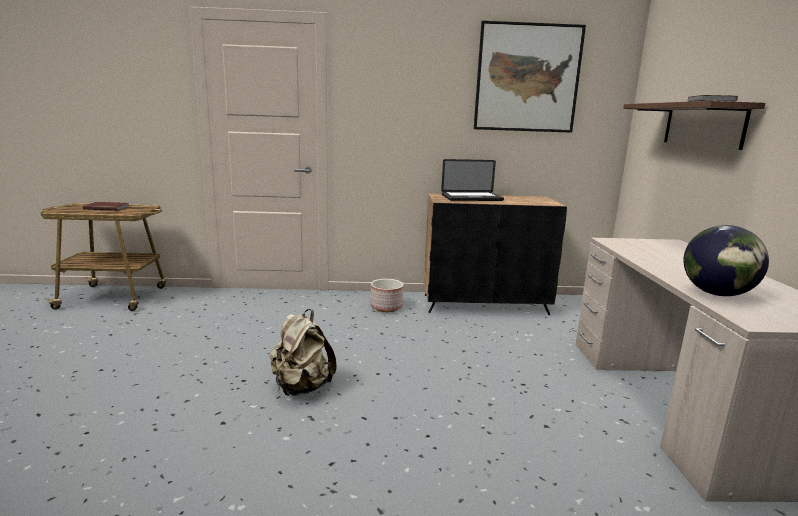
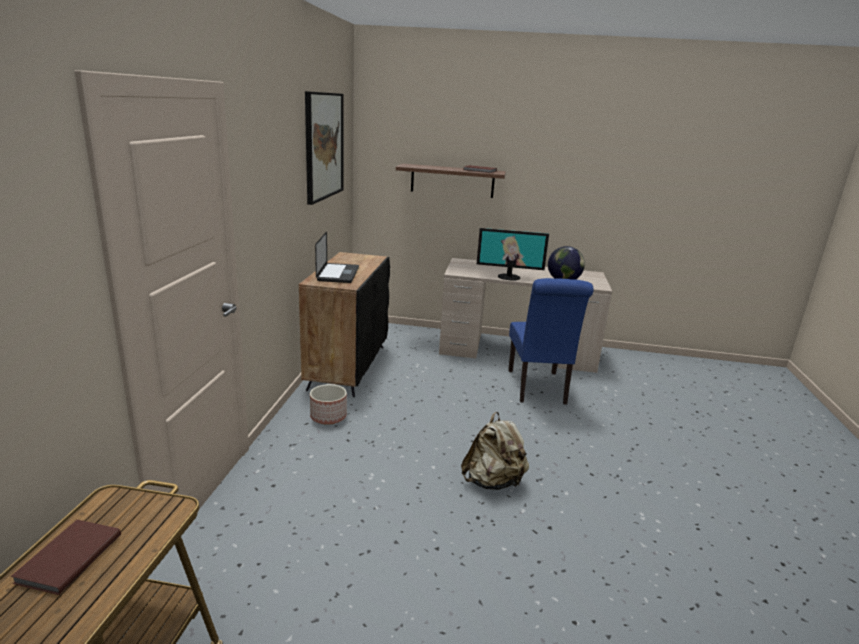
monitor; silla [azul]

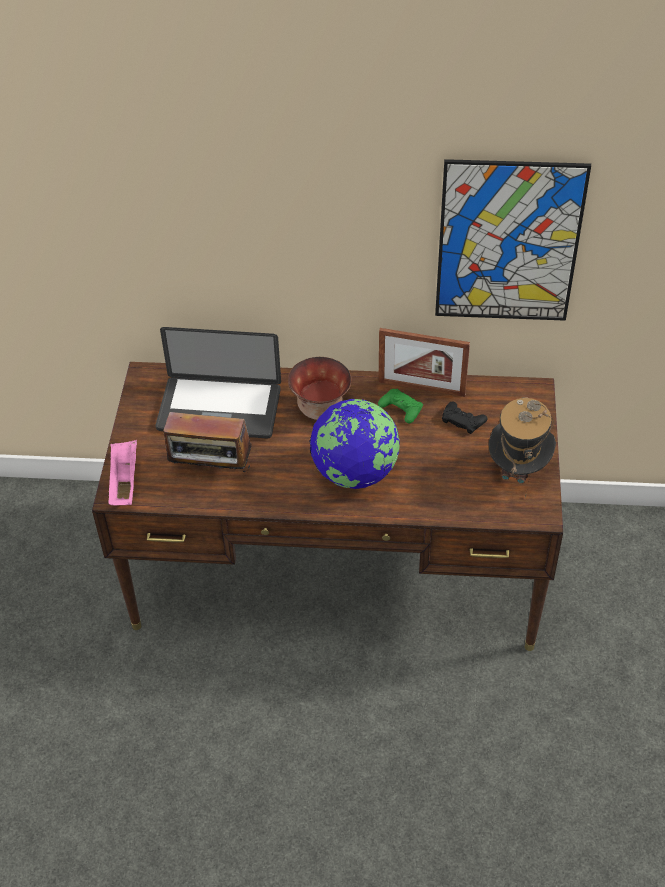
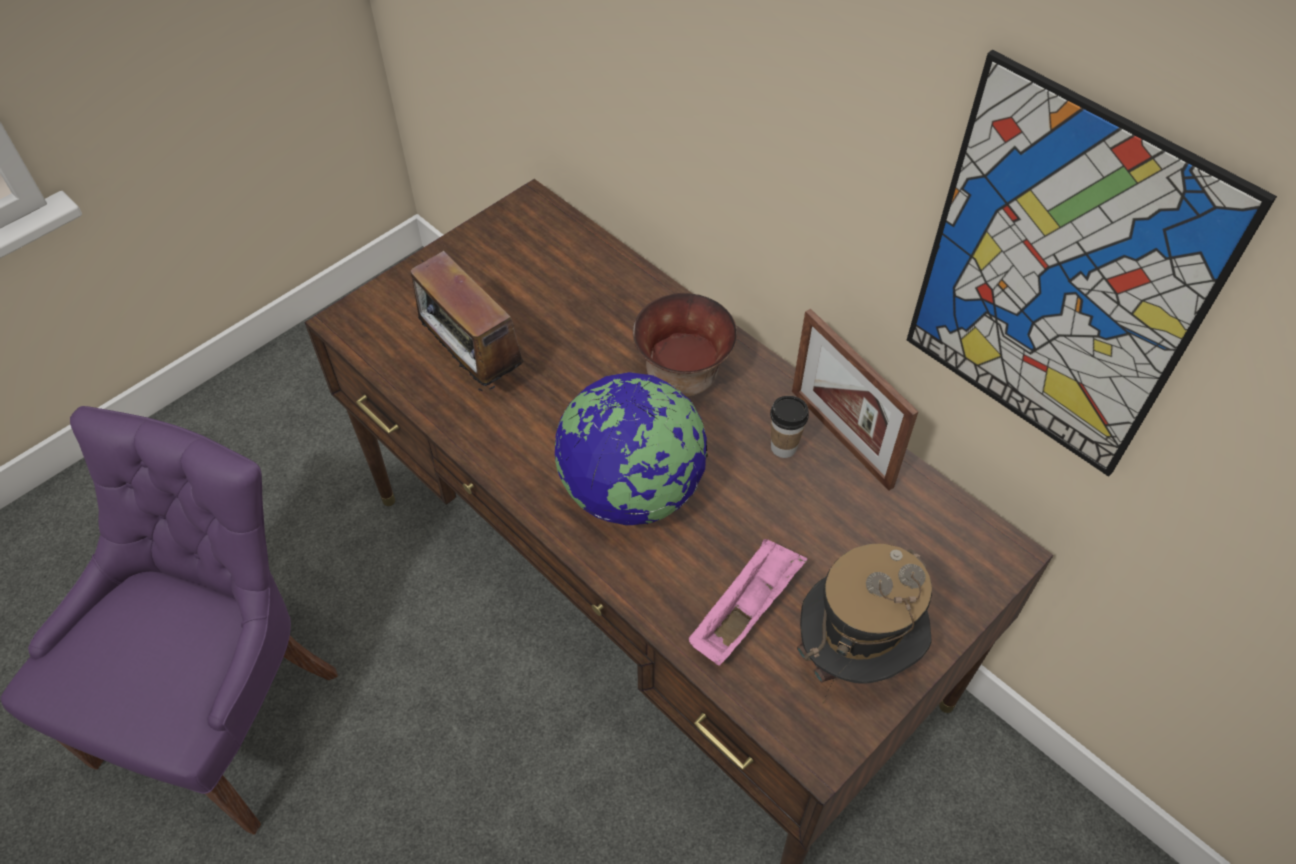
silla [morado]; bandeja [rosa]; taza; portátil; mando de consola [negro]

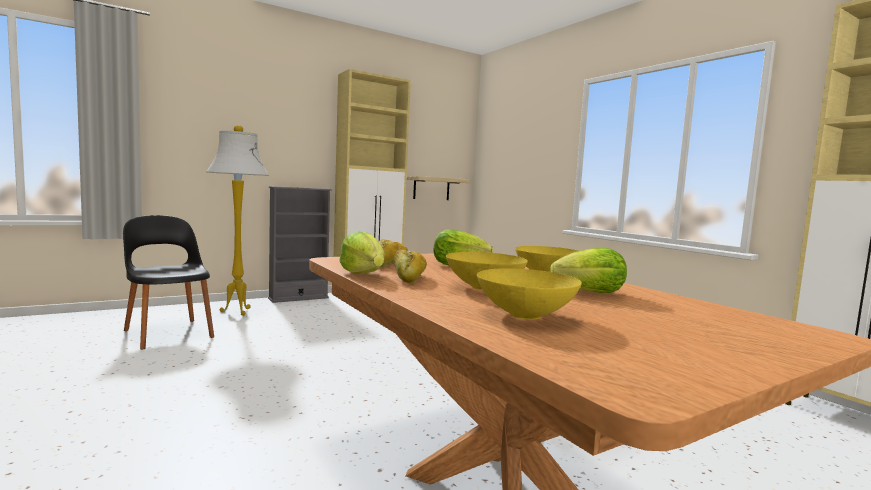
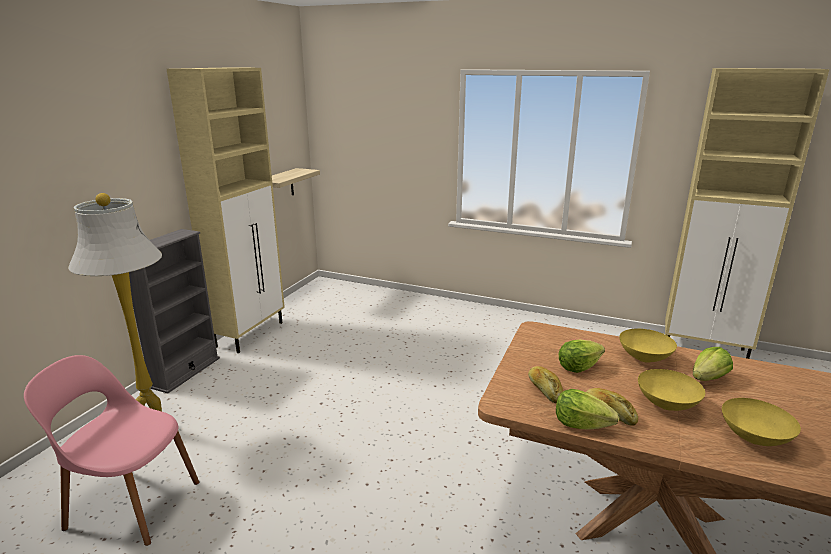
silla [rosa]

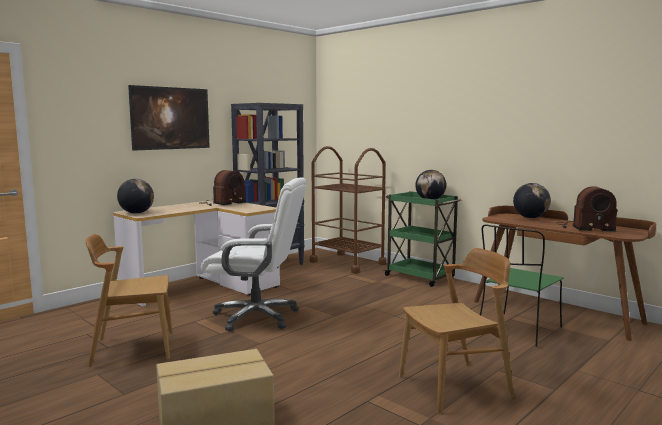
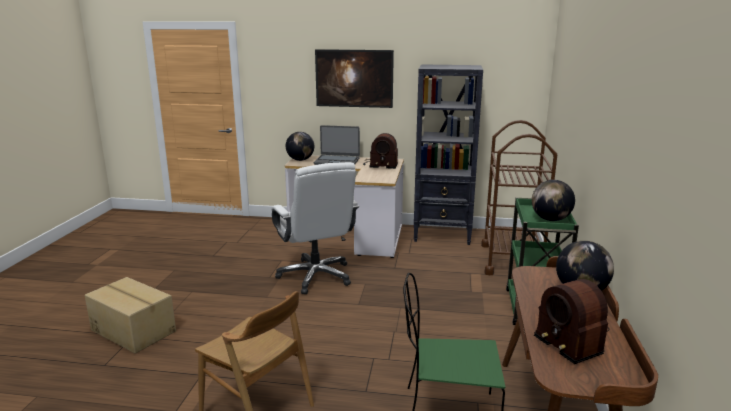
portátil; silla [marrón] (no. 1 from left in the first image)

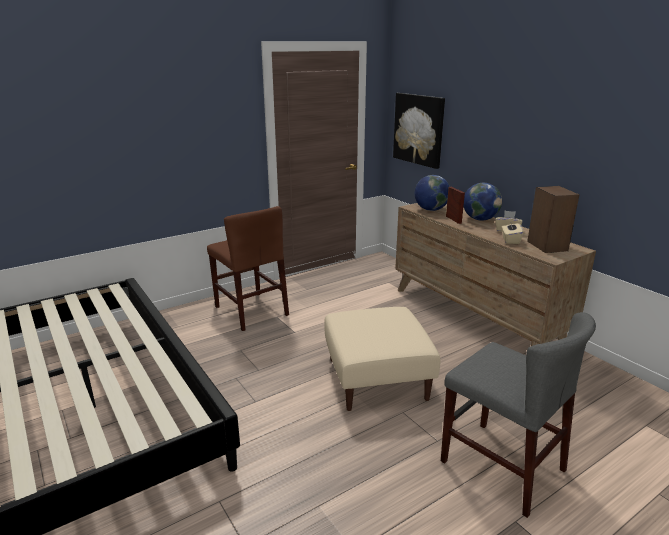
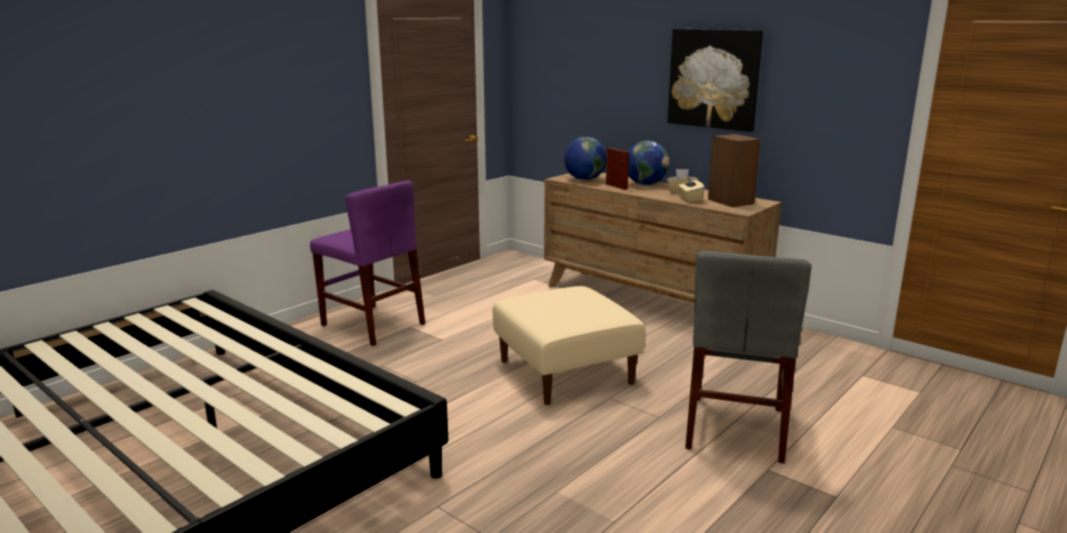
silla [morado]; cuadro; silla [gris]

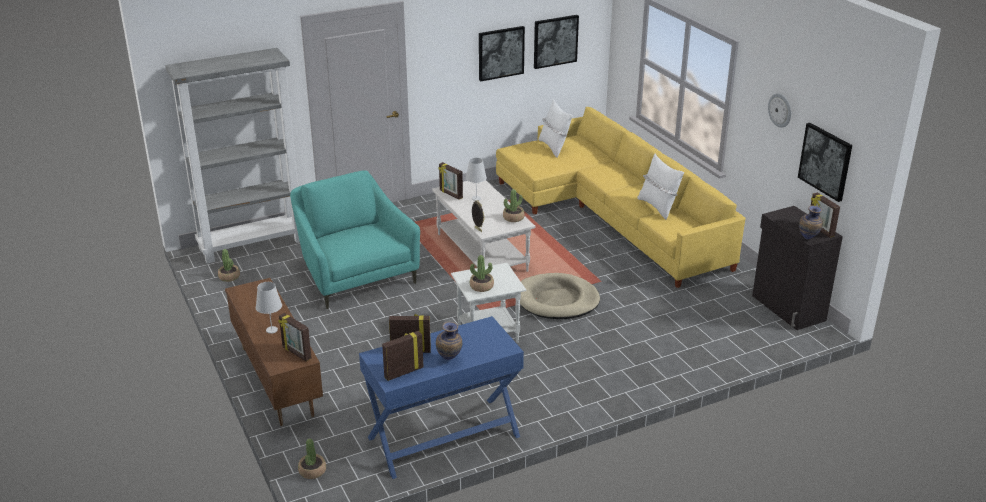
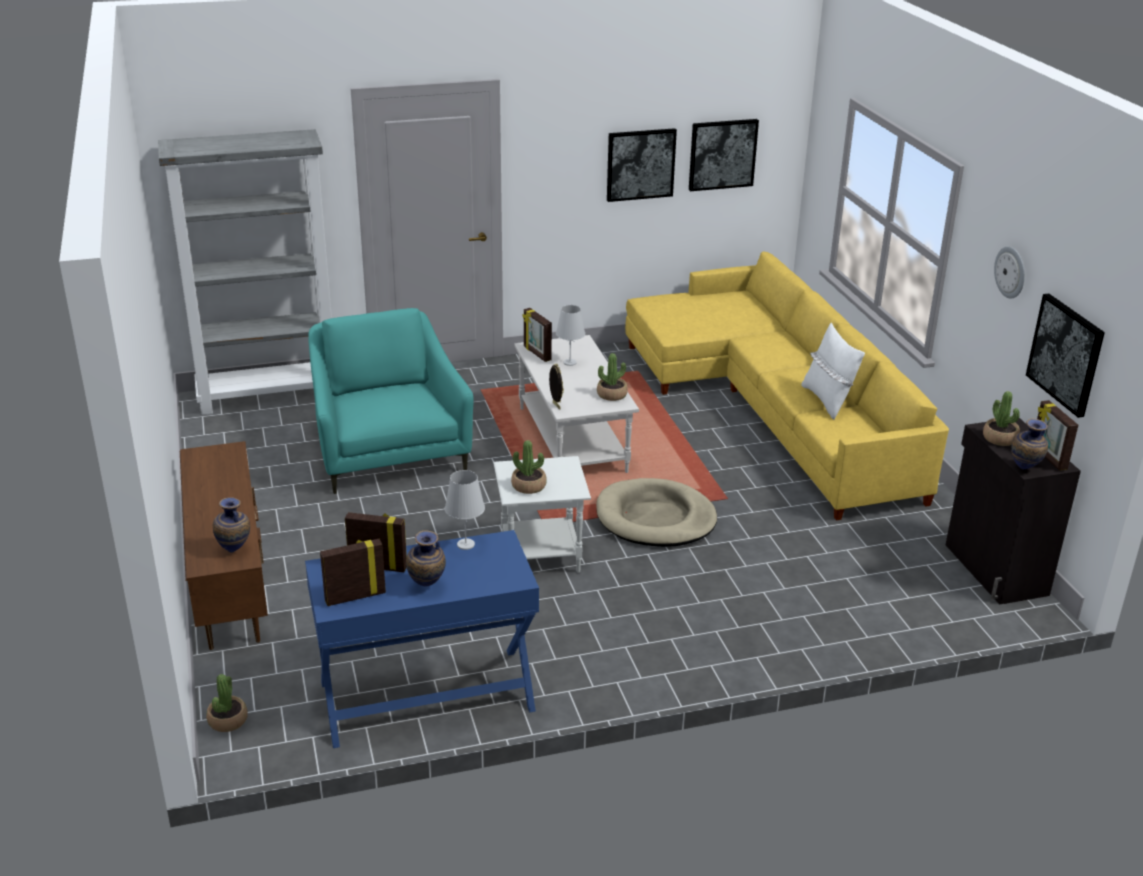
florero (no. 1 from left); lámpara de mesa [blanco] (no. 1 from left); planta en maceta (no. 4 from left); cojín [blanco] (no. 1 from left in the first image)

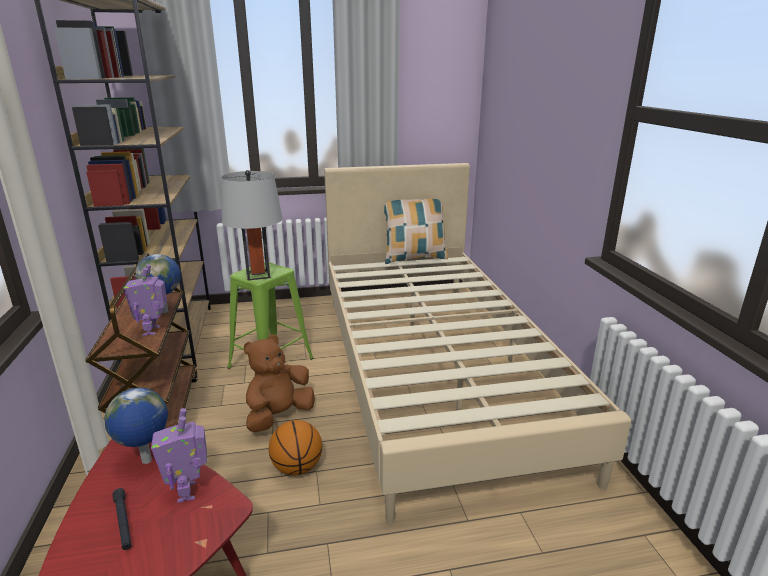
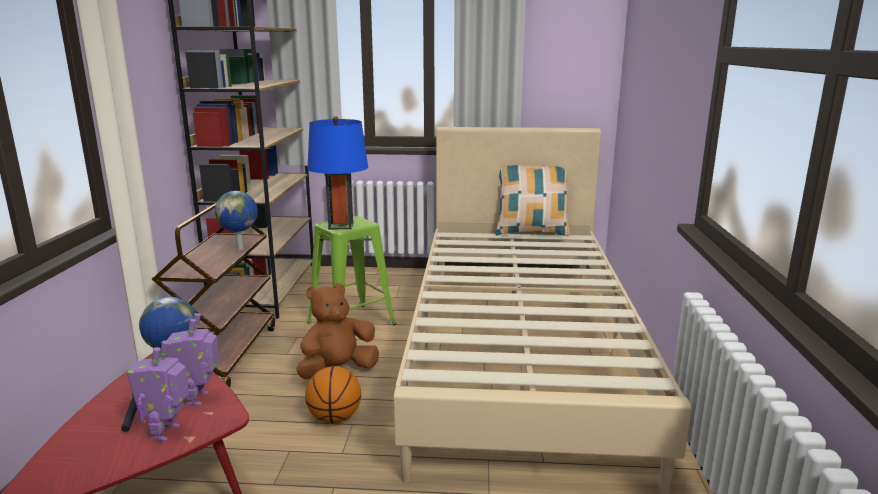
robot de juguete (no. 1 from left); lámpara de mesa [azul]

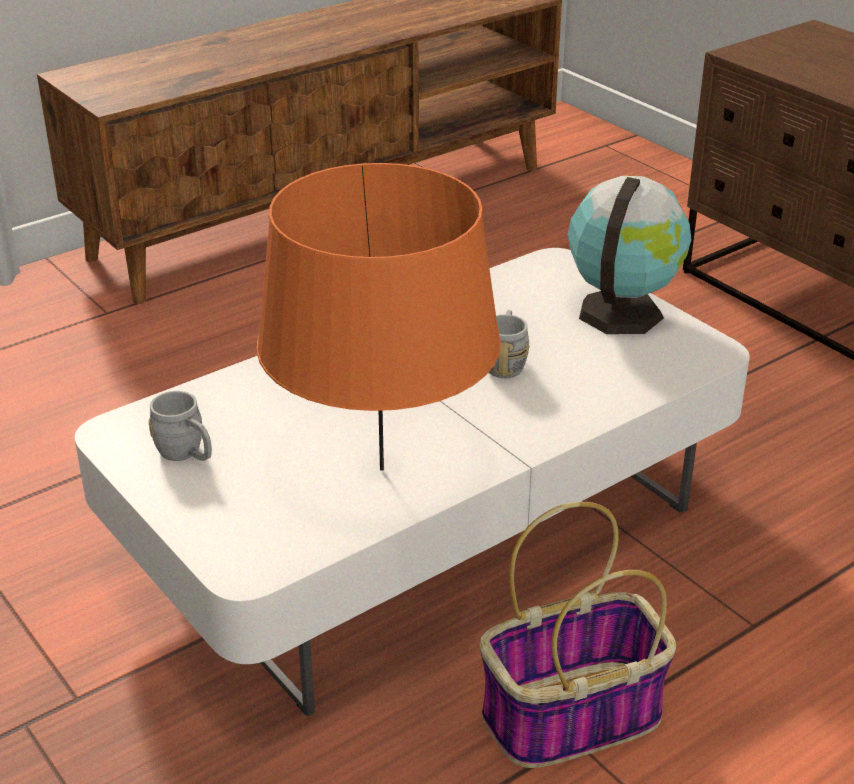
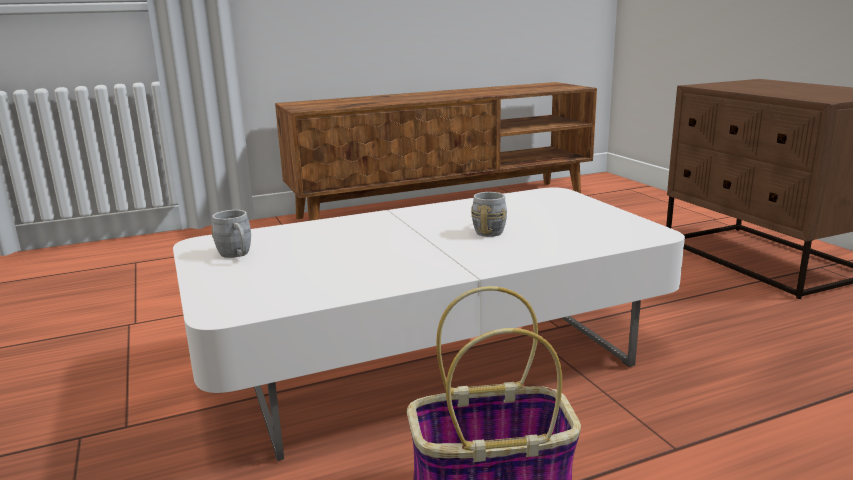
lámpara de mesa [naranja]; globo terráqueo

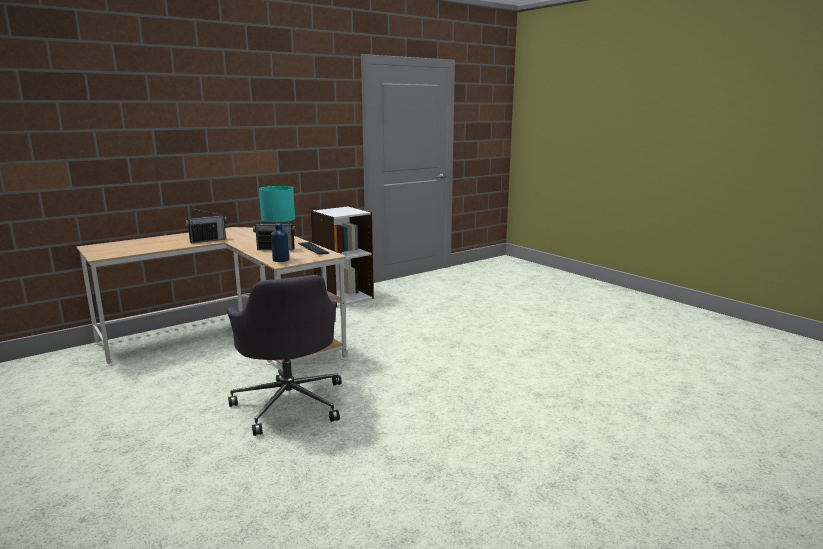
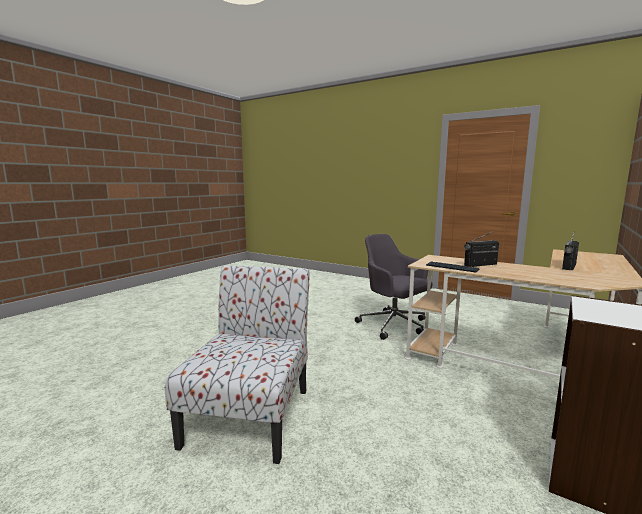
silla; lámpara de mesa [turquesa]

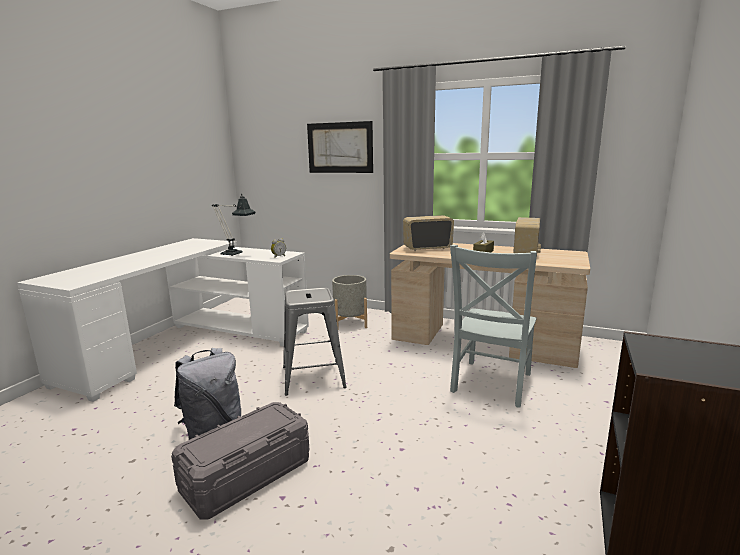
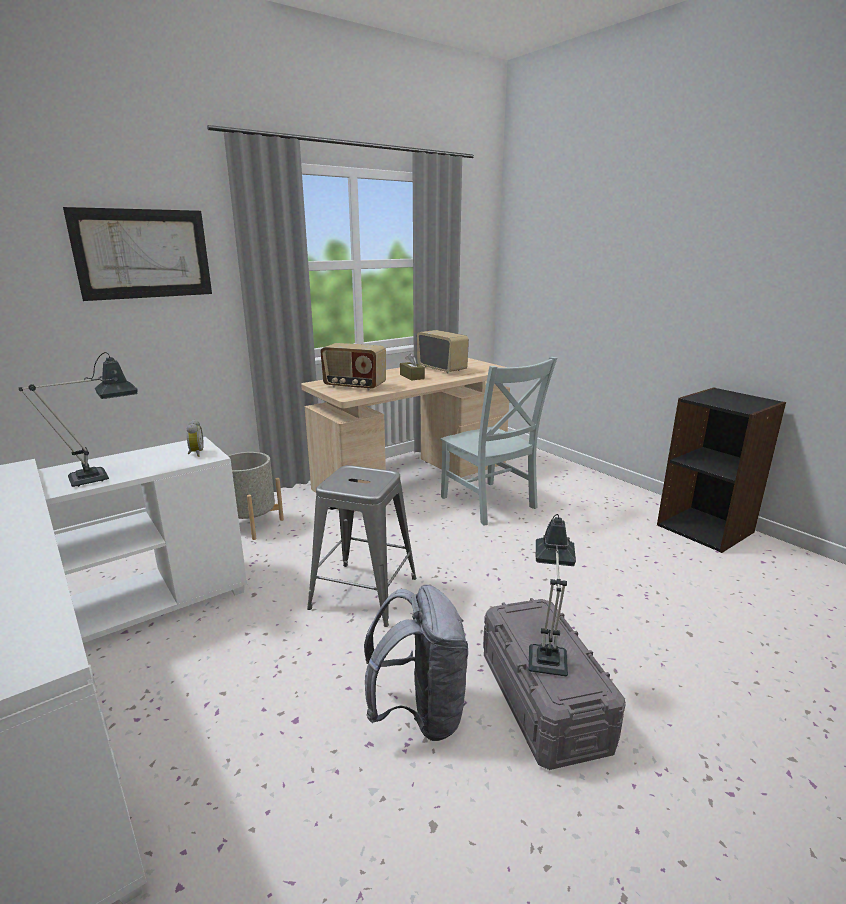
radio (no. 1 from left); lámpara de mesa (no. 2 from left)

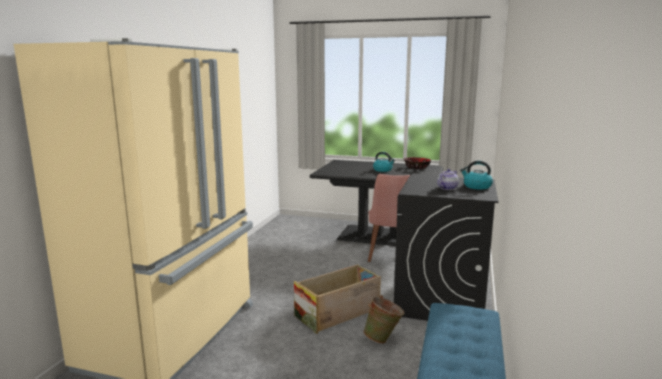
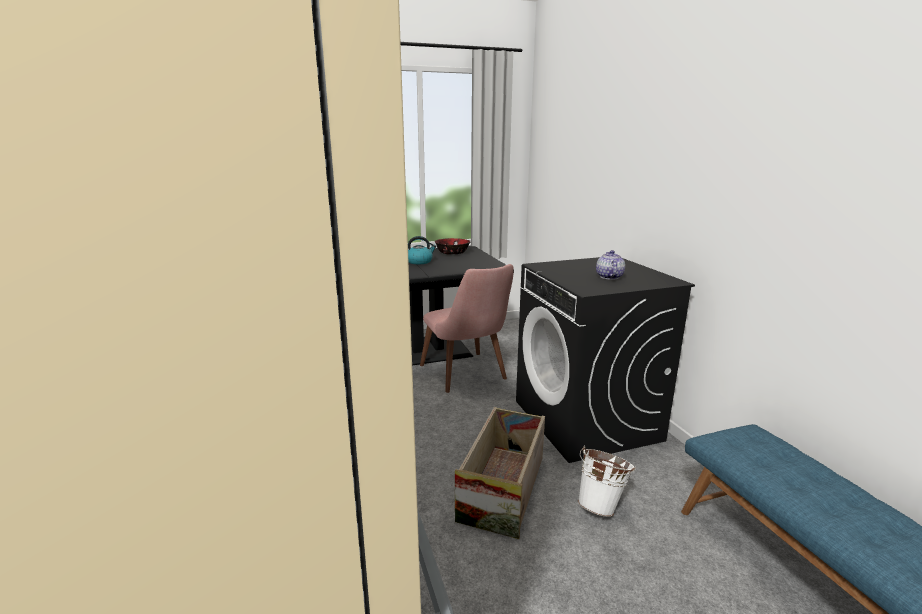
cubo [blanco]; hervidor (no. 2 from left in the first image)

